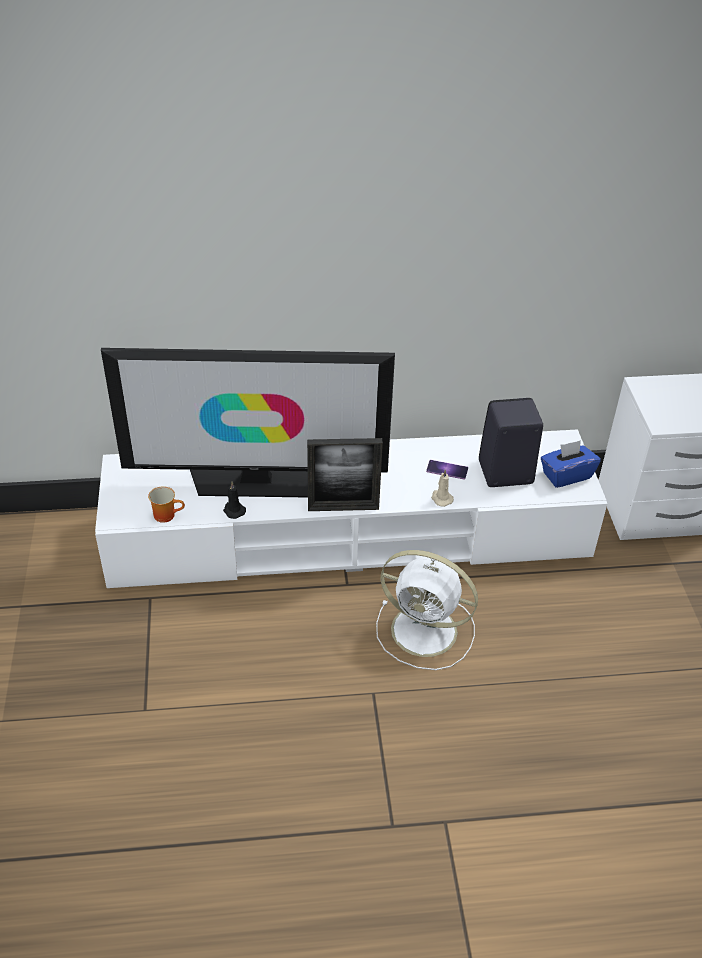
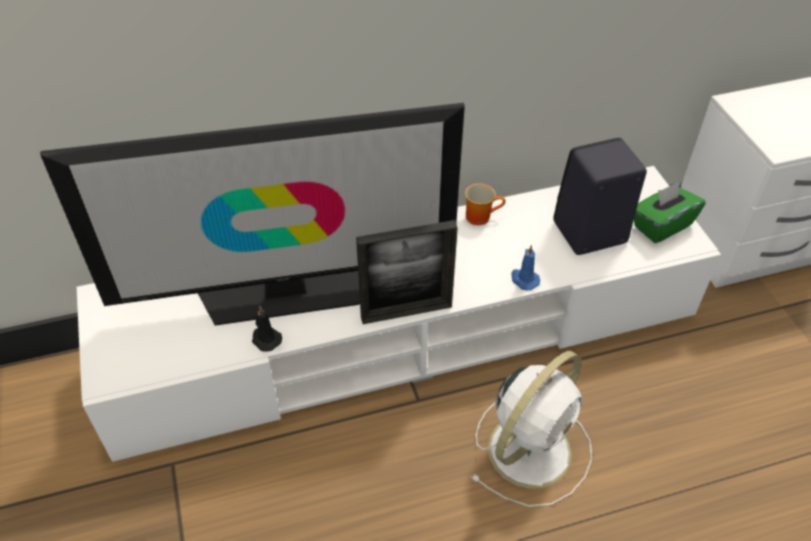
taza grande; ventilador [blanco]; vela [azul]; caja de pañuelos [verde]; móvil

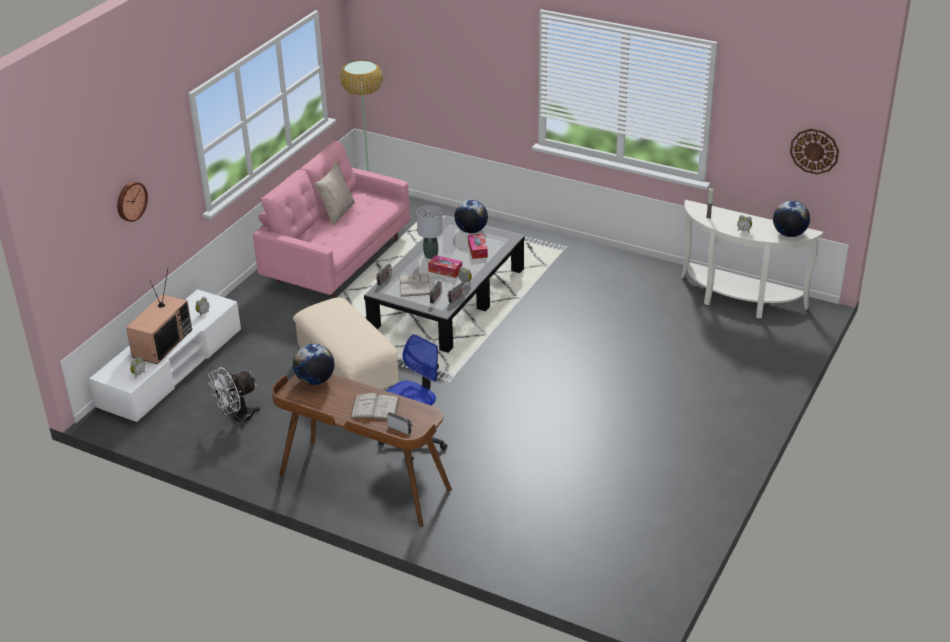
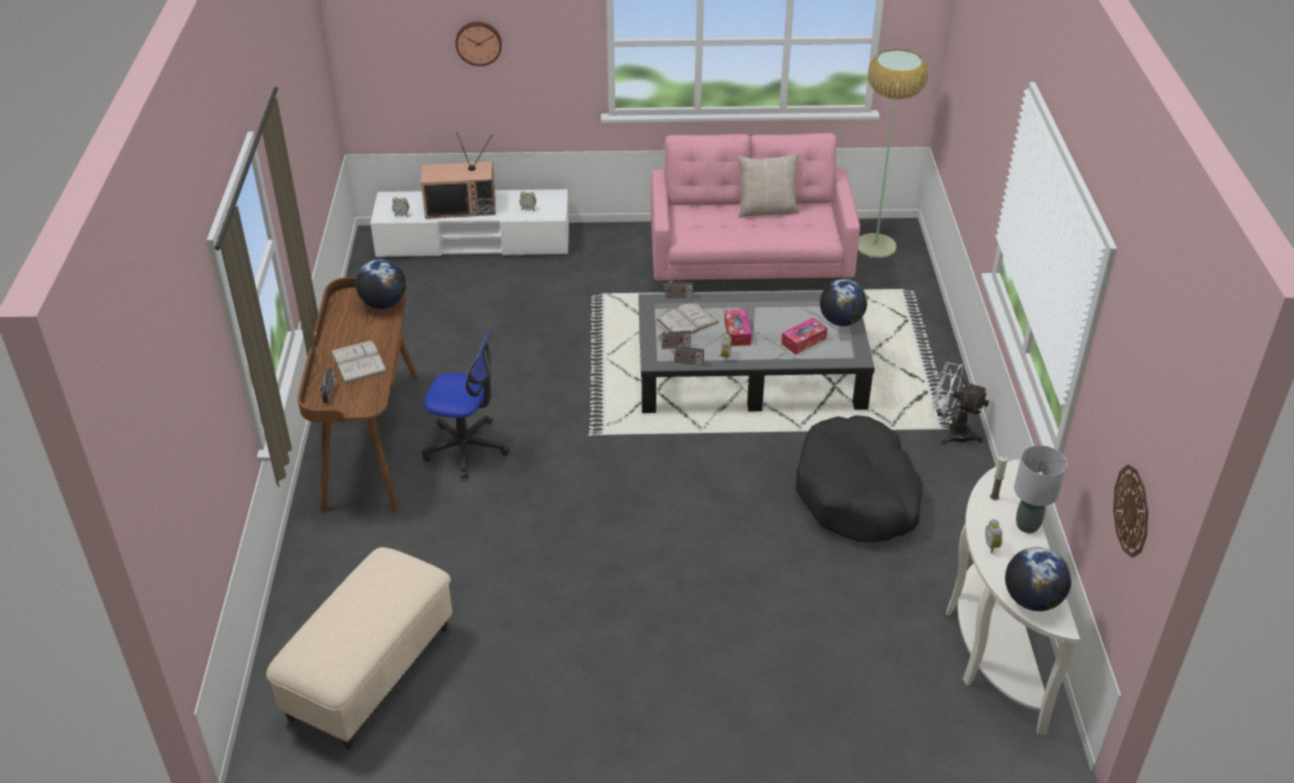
puf [beis]; cama para perro [negro]; ventilador [blanco]; lámpara de mesa [gris]

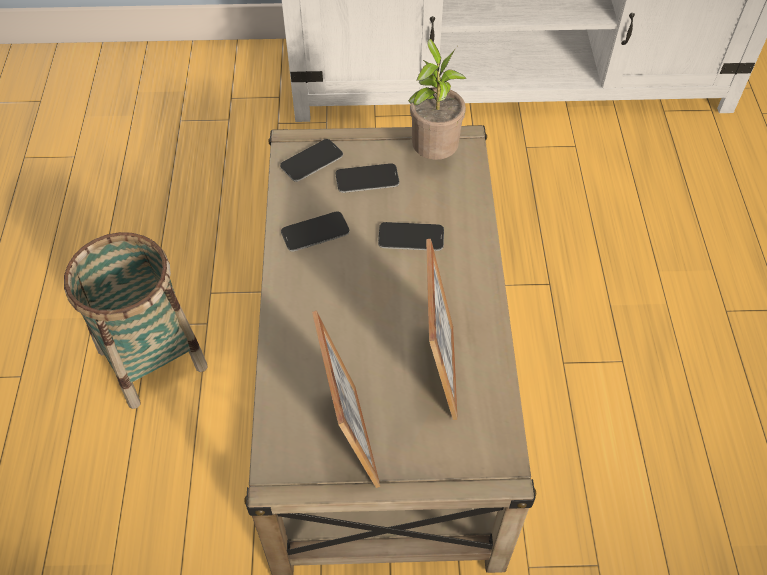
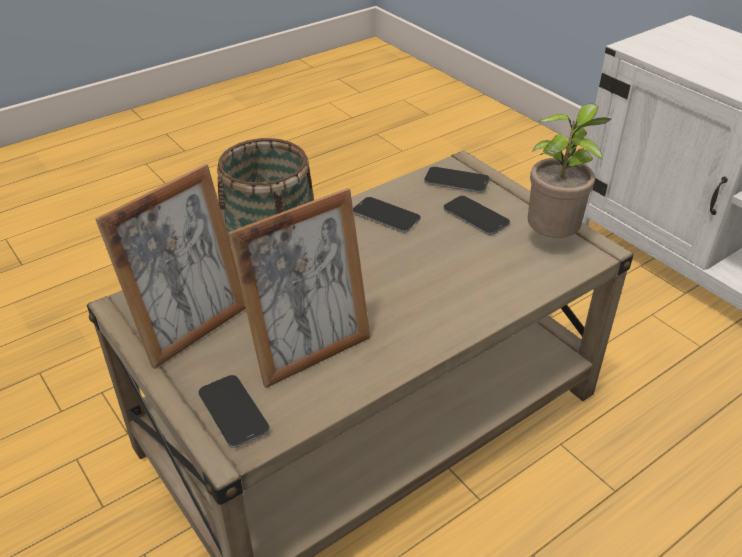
móvil (no. 1 from left)

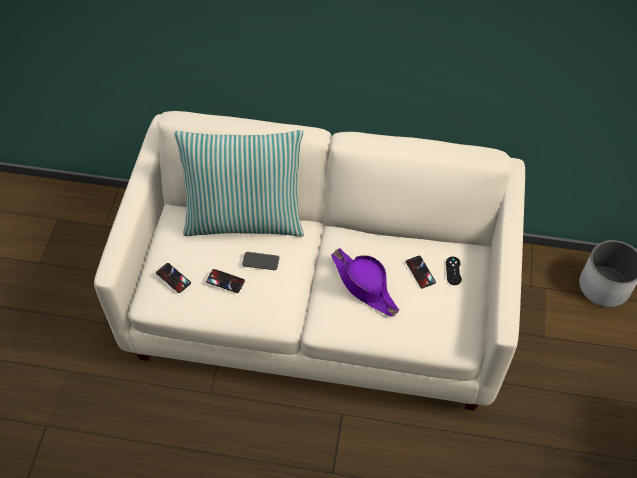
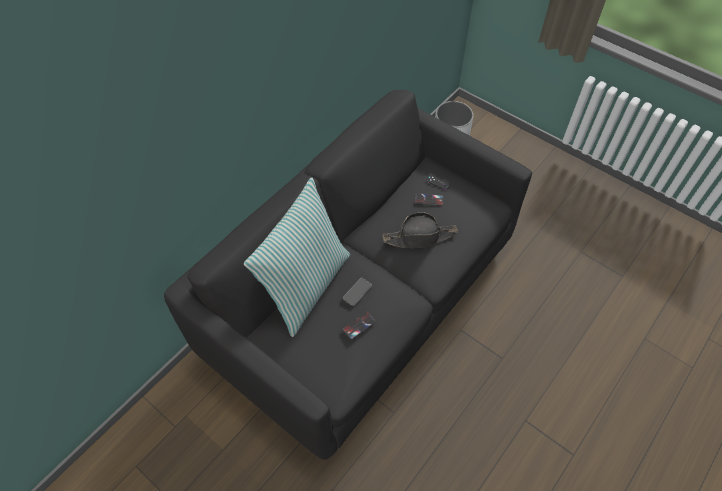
sofá [negro]; sombrero [negro]; móvil (no. 1 from left in the first image)

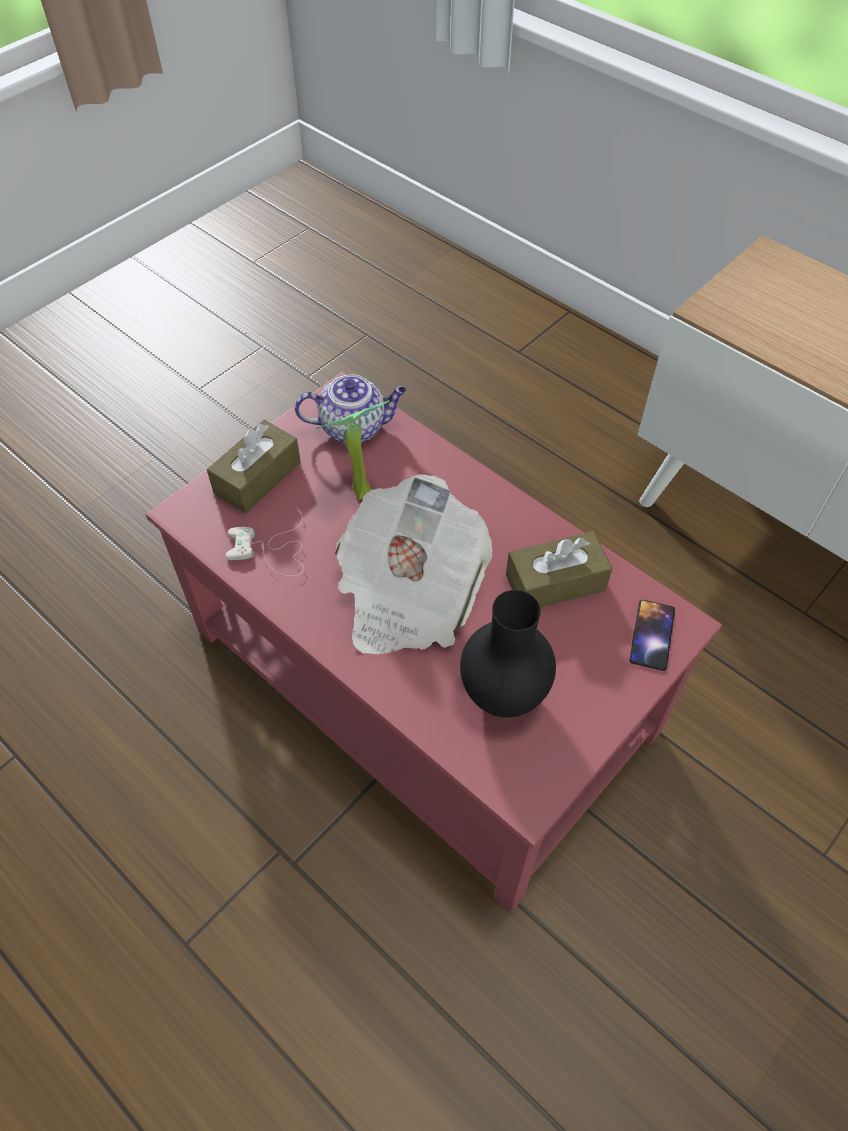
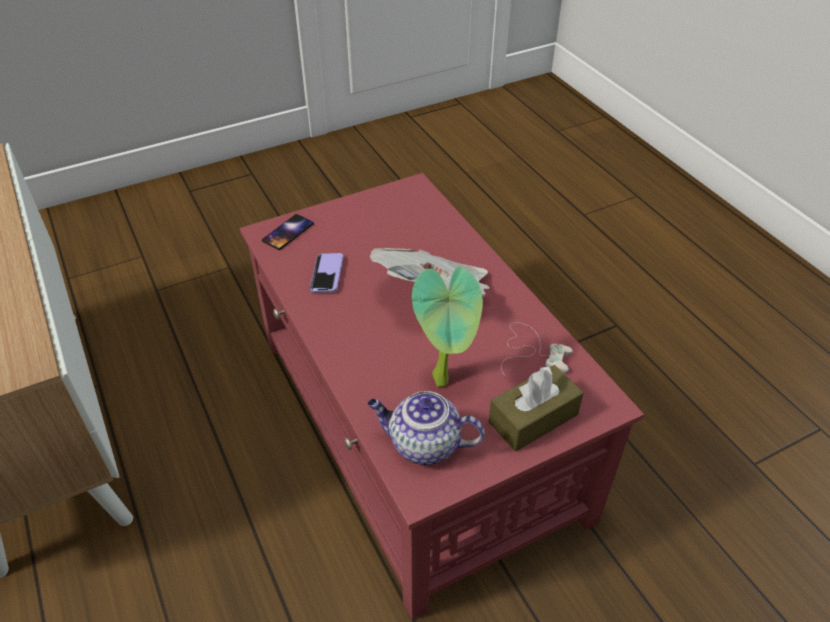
móvil (no. 2 from left); florero [negro]

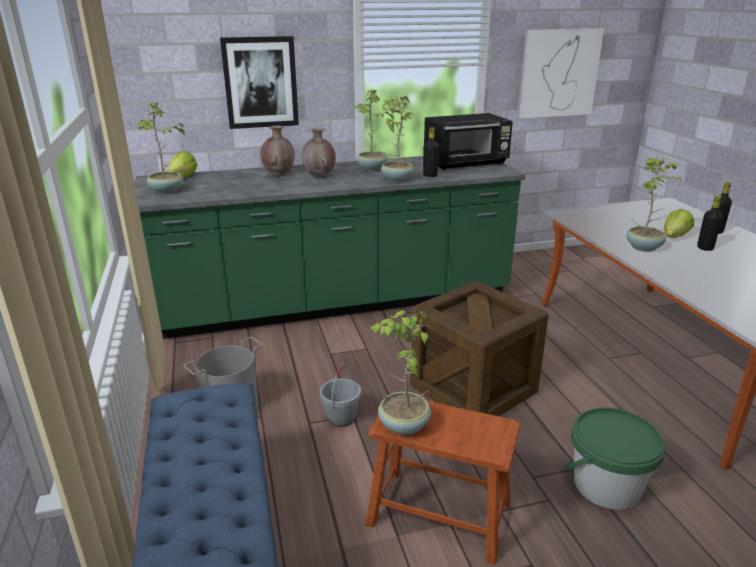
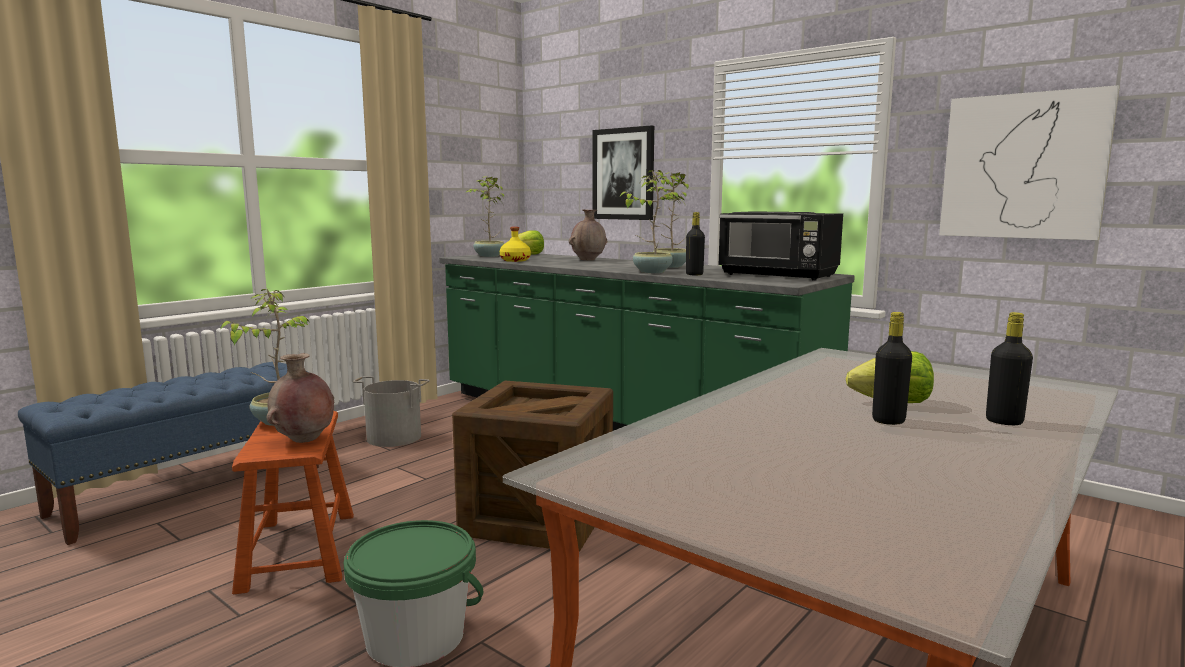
florero [marrón] (no. 1 from left); botella [amarillo]; cubo [gris] (no. 2 from left in the first image); planta en maceta (no. 5 from left in the first image)

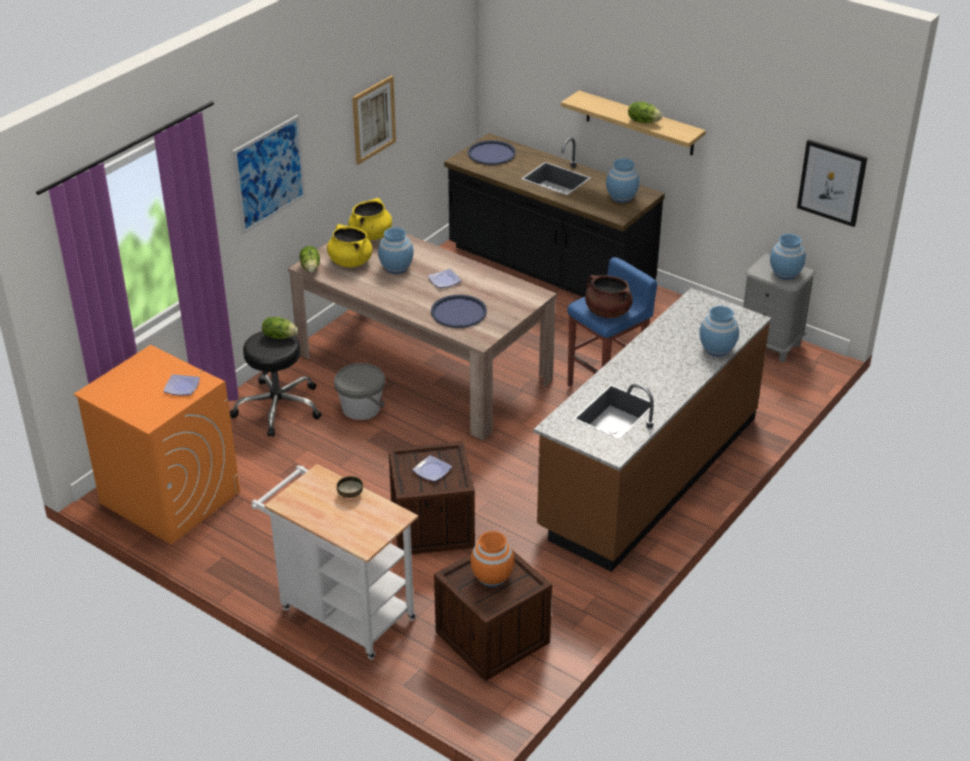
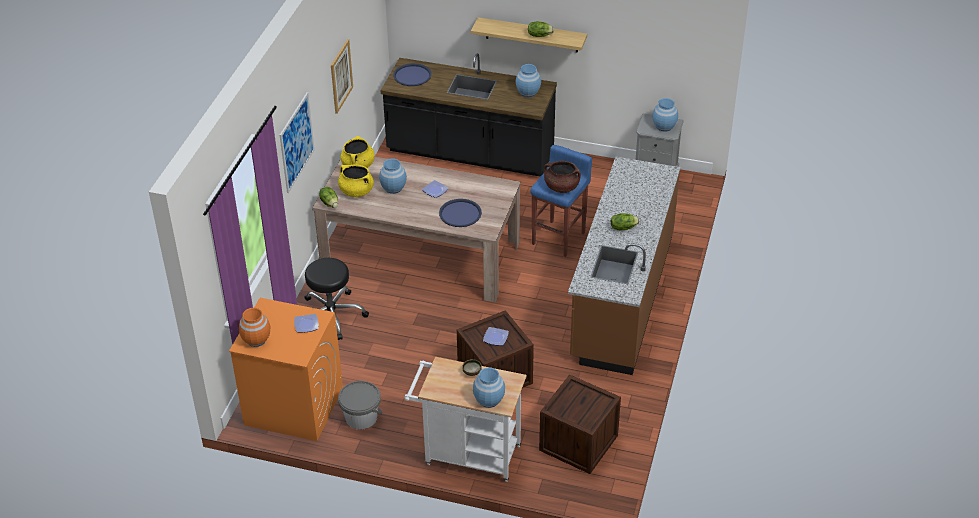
florero [naranja]; cubo [gris]; florero [azul] (no. 2 from left); lechuga (no. 3 from left); cuadro (no. 3 from left in the first image)

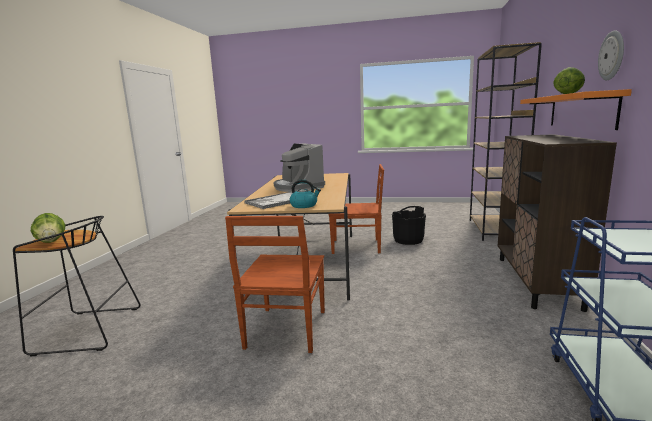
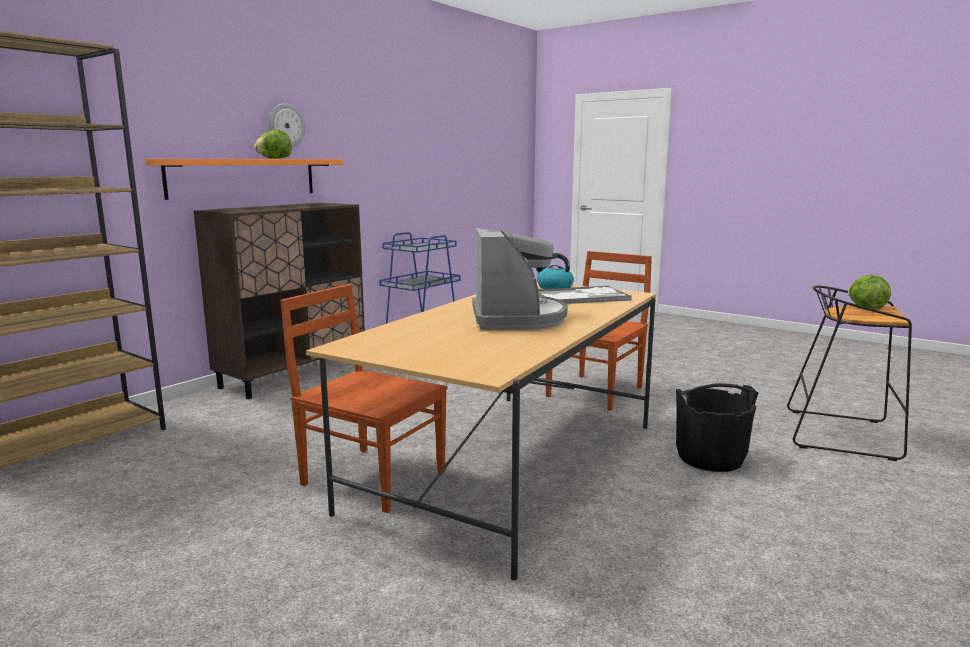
cubo [negro]

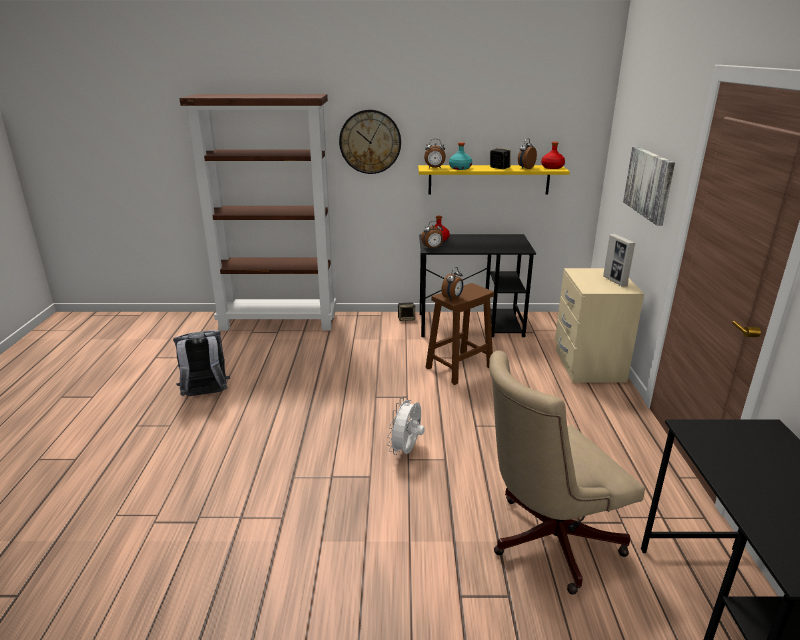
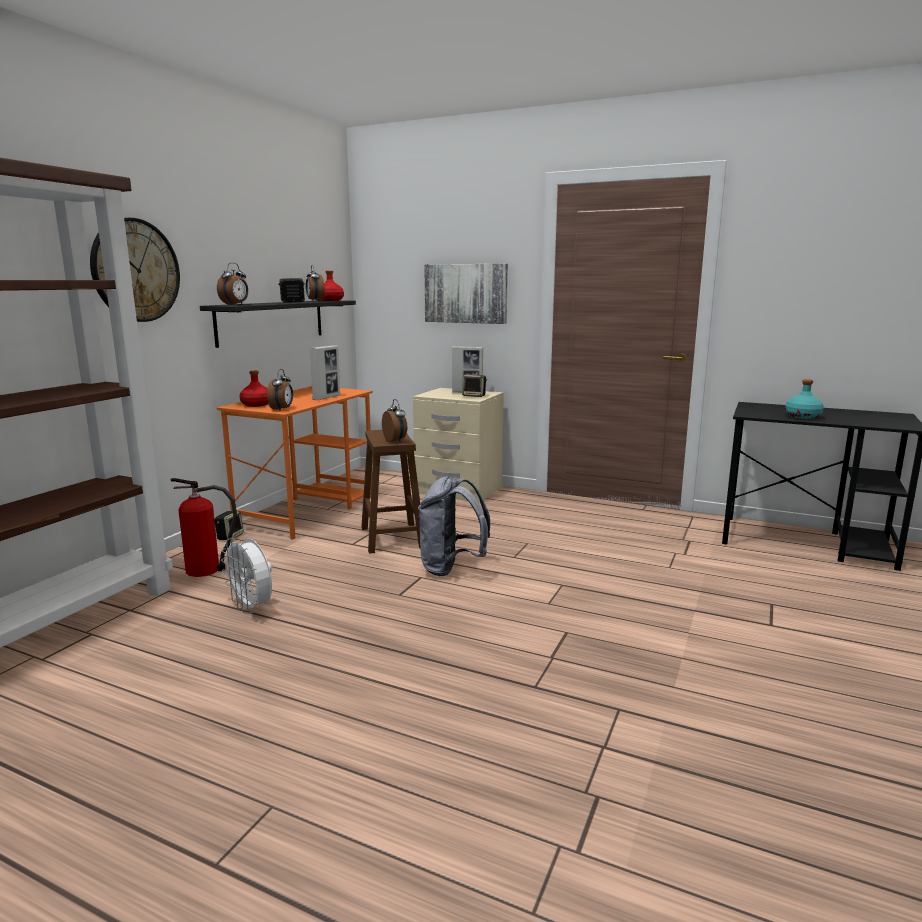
extintor; estante [negro]; escritorio [naranja]; ventilador [blanco]; portarretratos (no. 1 from left); mochila [gris]; altavoz (no. 3 from left); botella [turquesa]; silla de oficina [beis]

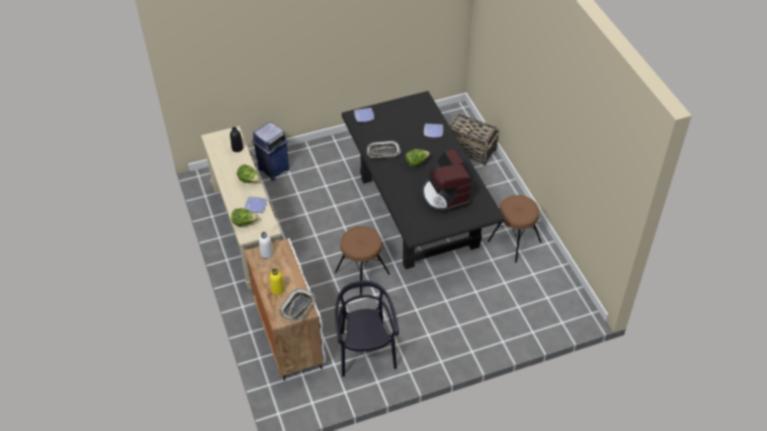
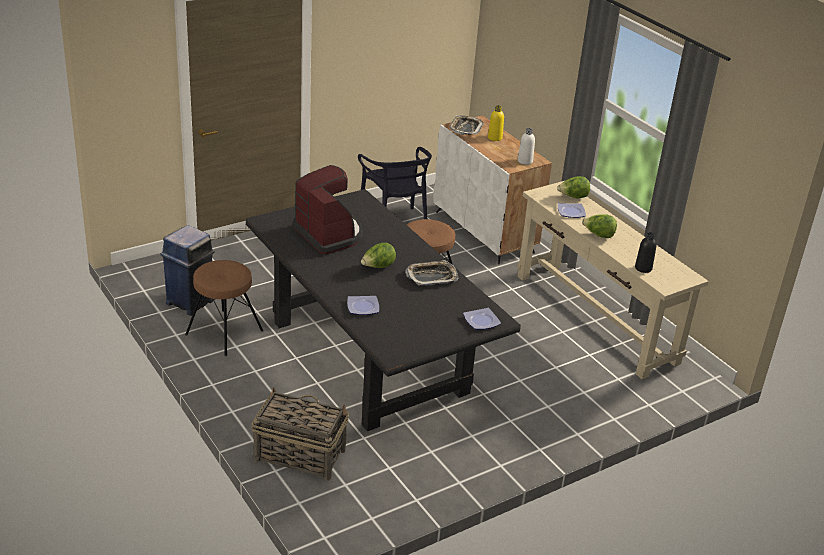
papelera [azul]

